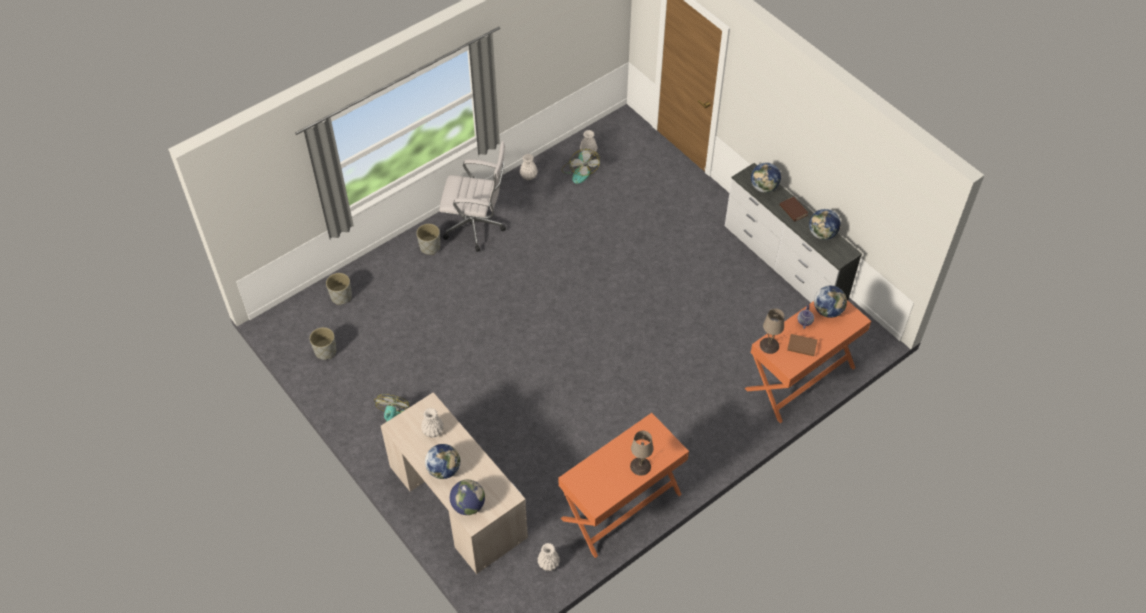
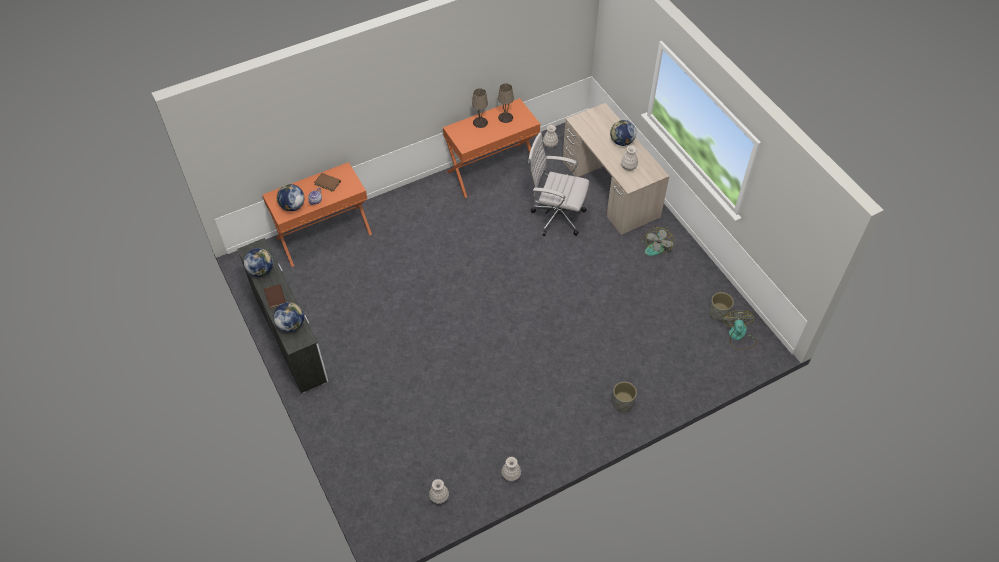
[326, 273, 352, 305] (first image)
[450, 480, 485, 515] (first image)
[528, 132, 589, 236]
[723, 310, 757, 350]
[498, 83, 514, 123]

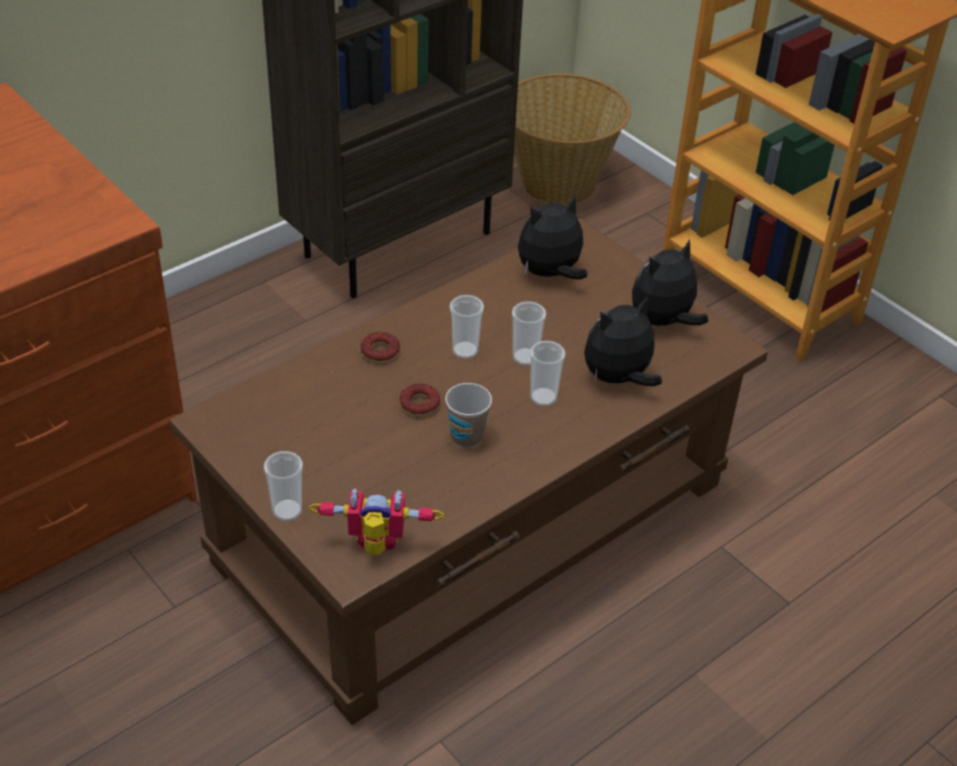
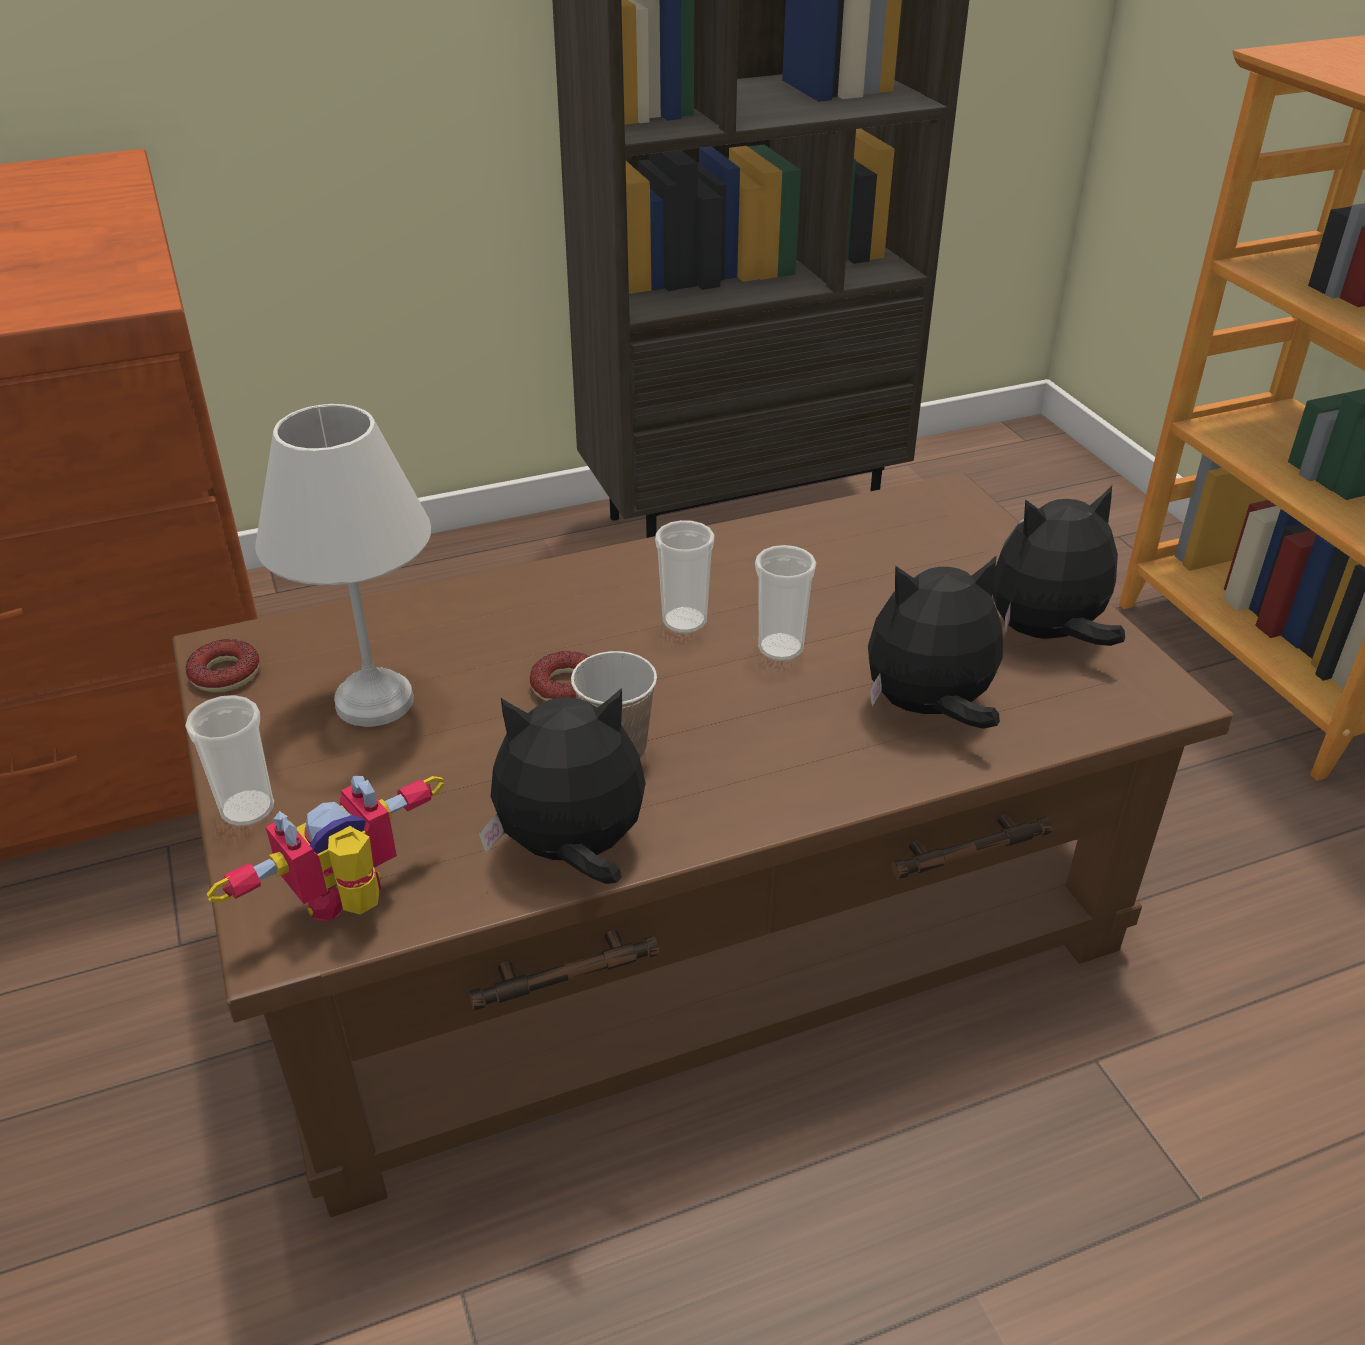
[514, 73, 630, 206] (first image)
[530, 341, 566, 406] (first image)
[255, 404, 431, 727]
[186, 639, 259, 692]
[479, 688, 646, 884]
[207, 776, 444, 921]

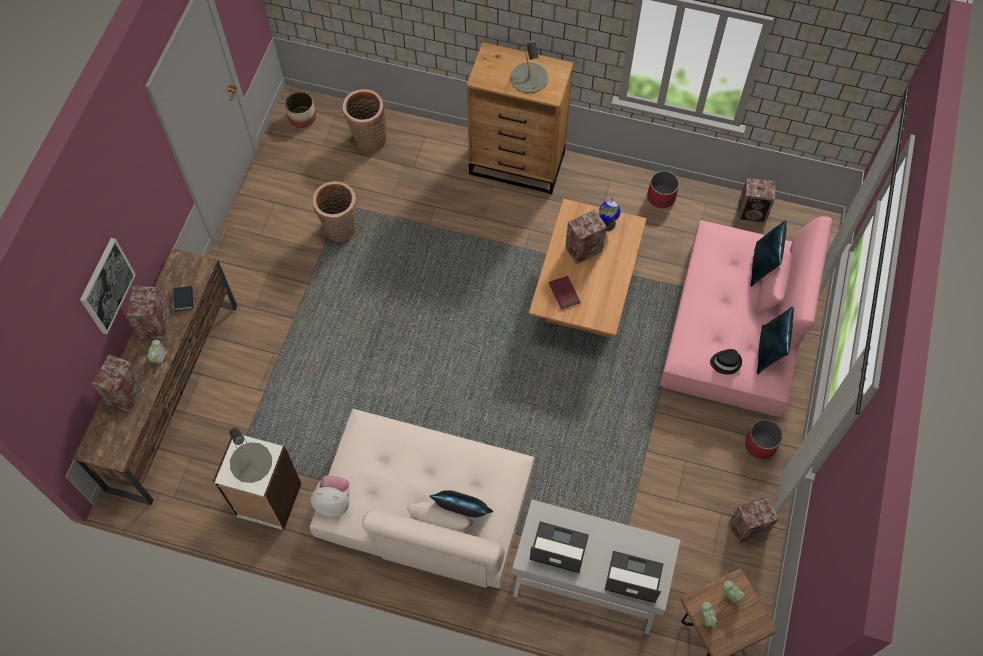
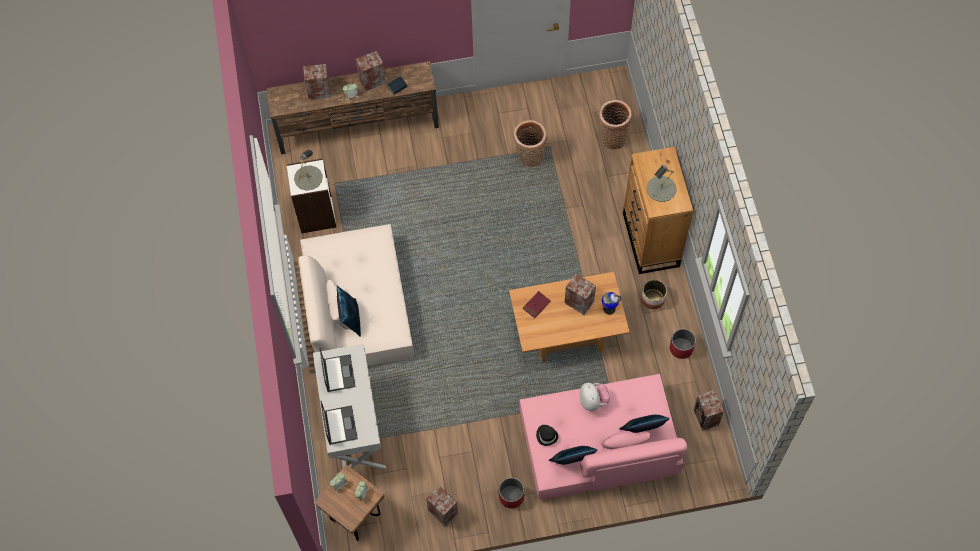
[80, 238, 136, 334] (first image)
[641, 280, 667, 309]
[579, 383, 610, 411]

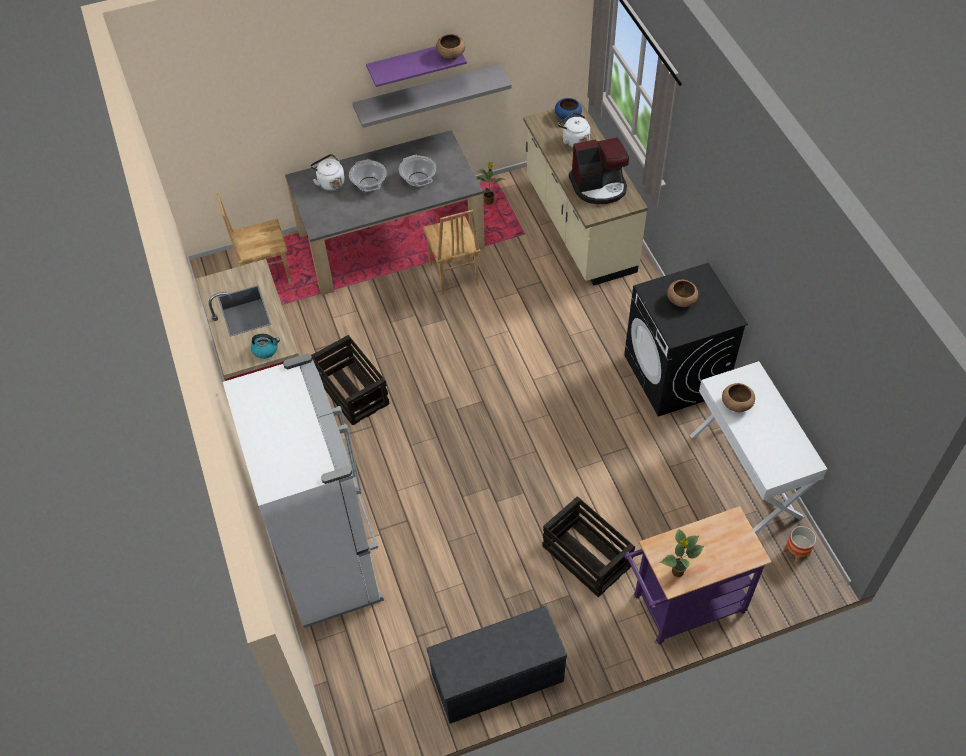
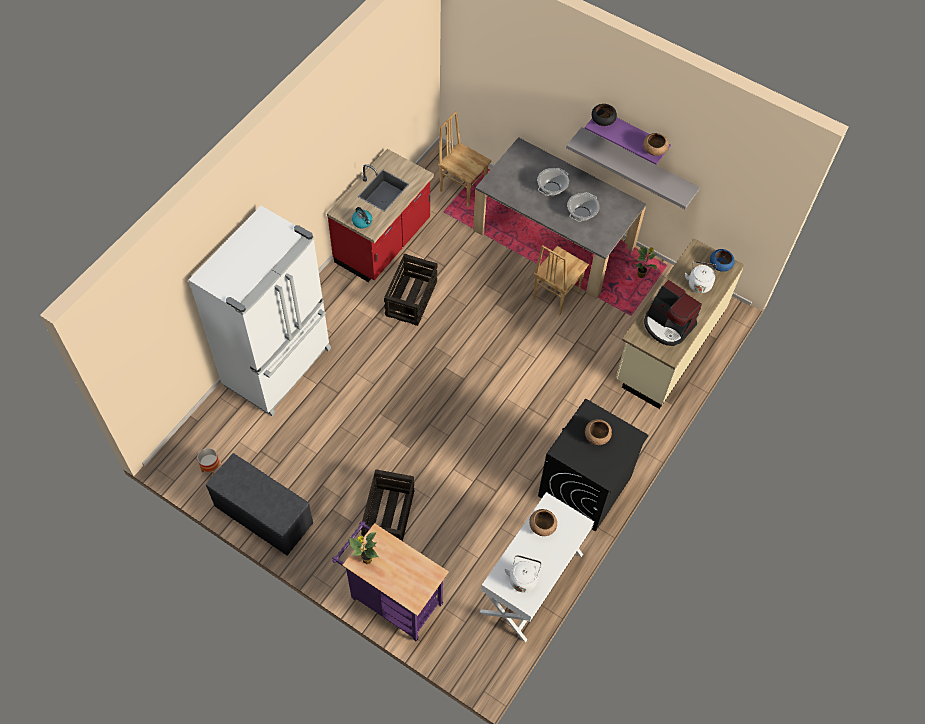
[592, 104, 617, 126]
[504, 555, 542, 592]
[197, 448, 222, 475]

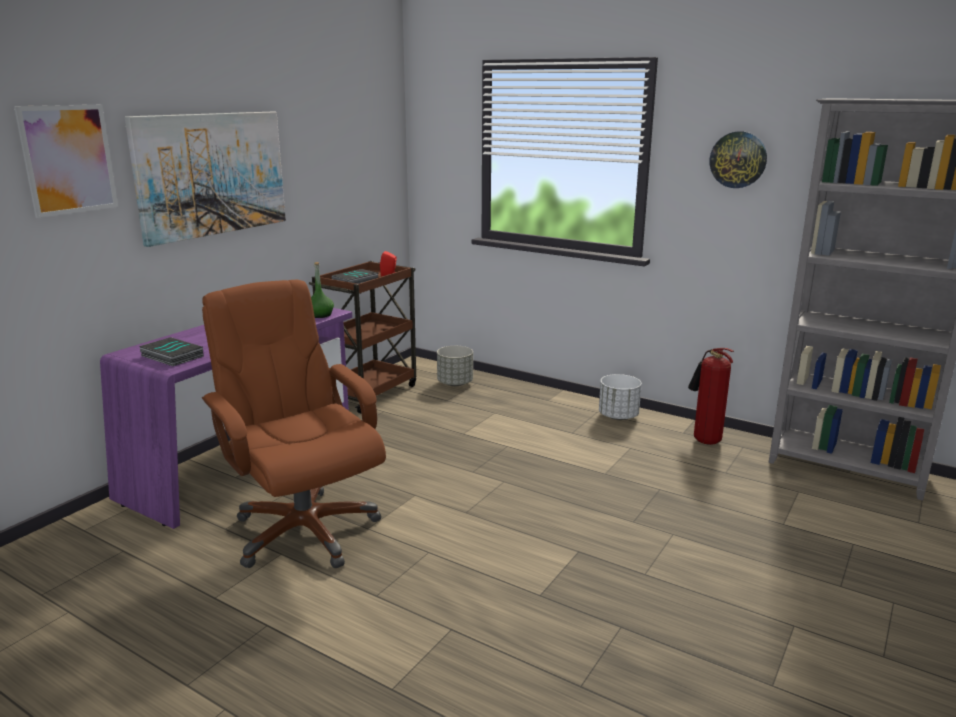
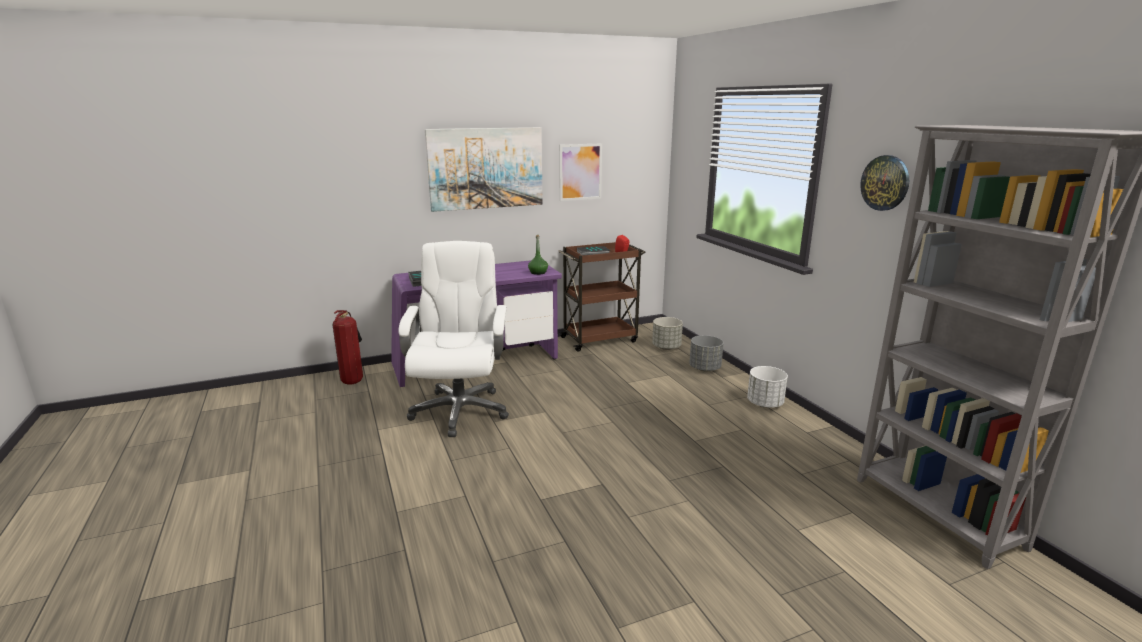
[689, 335, 724, 372]
[559, 143, 602, 201]
[333, 310, 363, 385]
[398, 241, 509, 437]

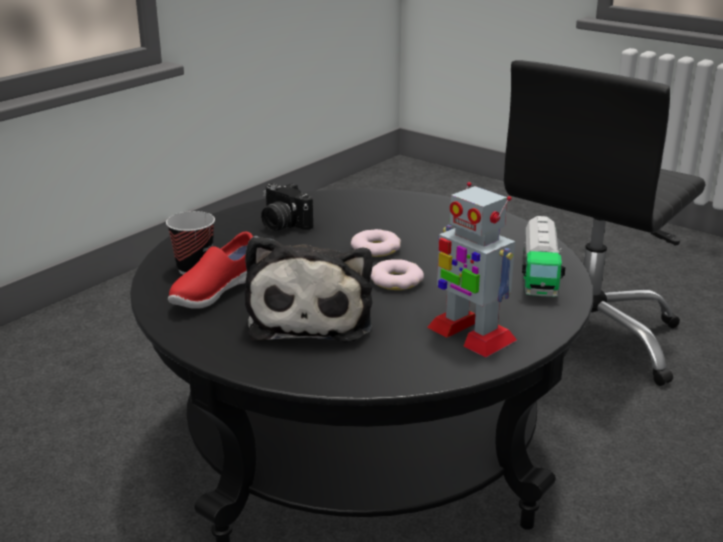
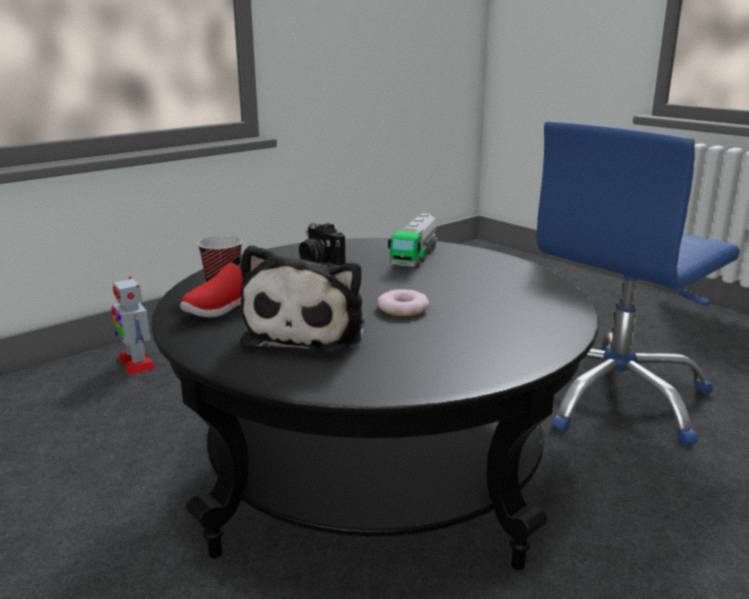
[351, 229, 401, 257] (first image)
[111, 277, 157, 375]
[388, 213, 438, 268]
[536, 121, 740, 446]

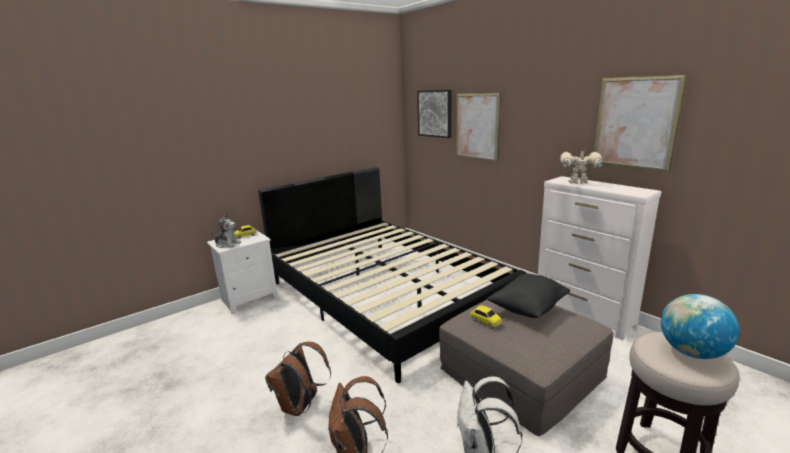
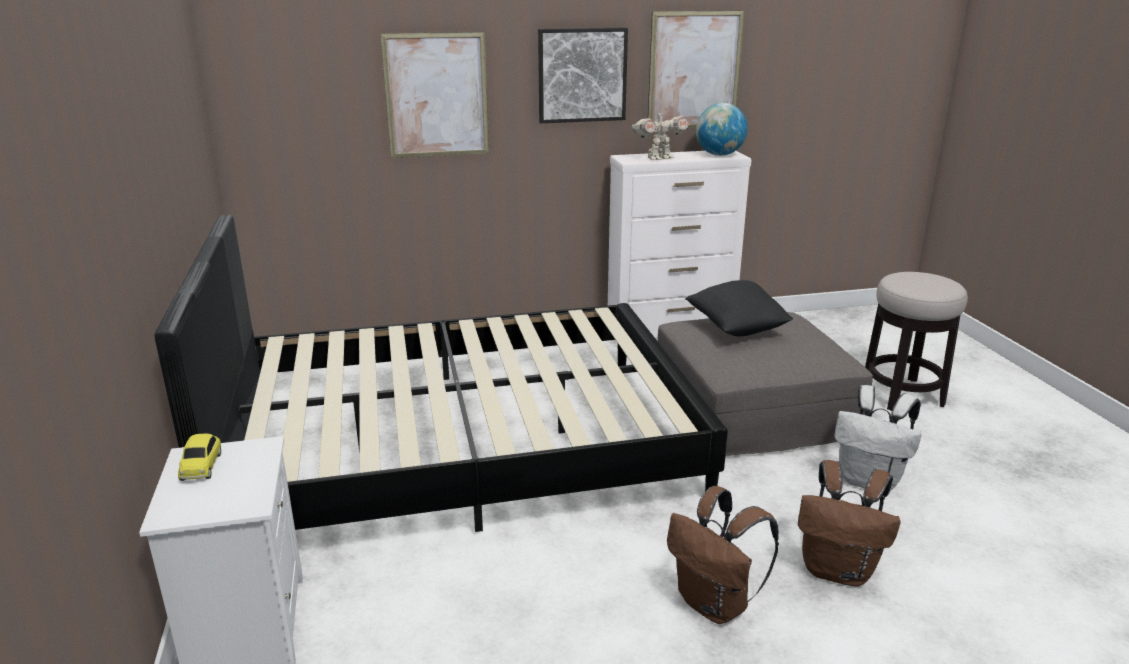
[211, 214, 241, 248] (first image)
[470, 305, 502, 329] (first image)
[538, 28, 628, 123]
[696, 103, 748, 156]
[632, 109, 689, 160]

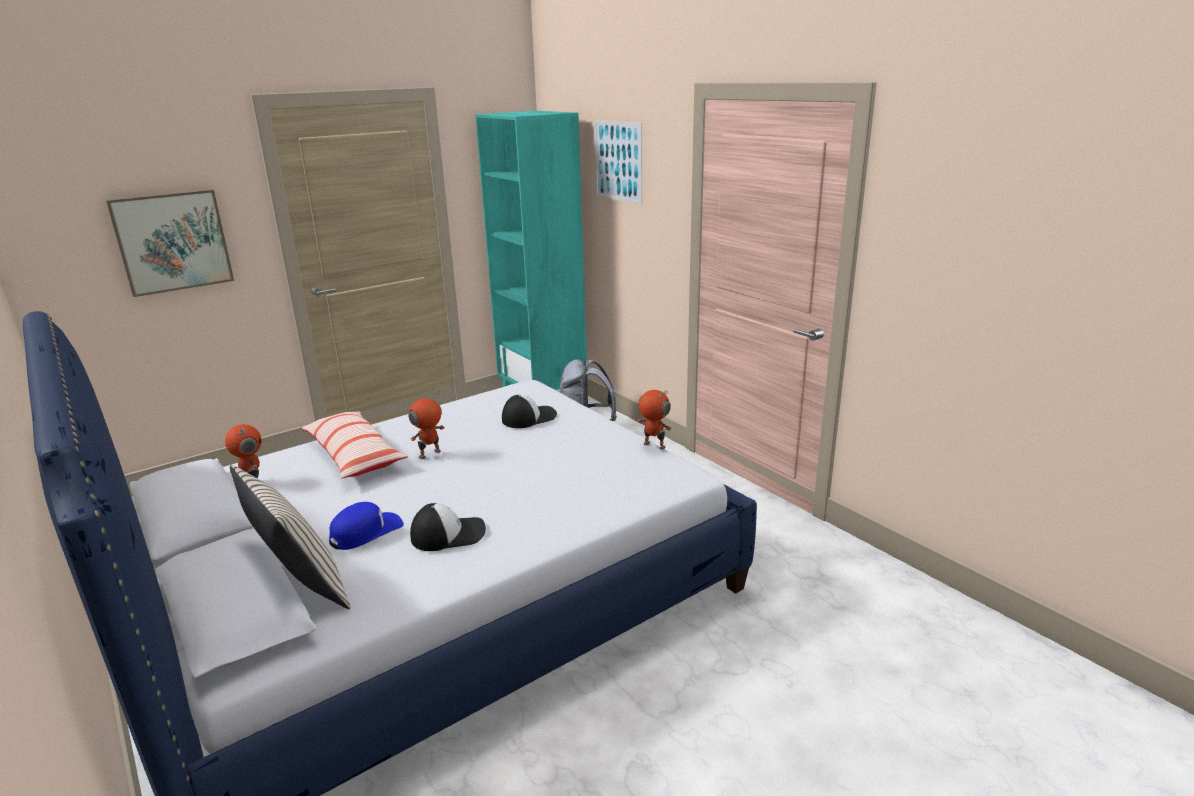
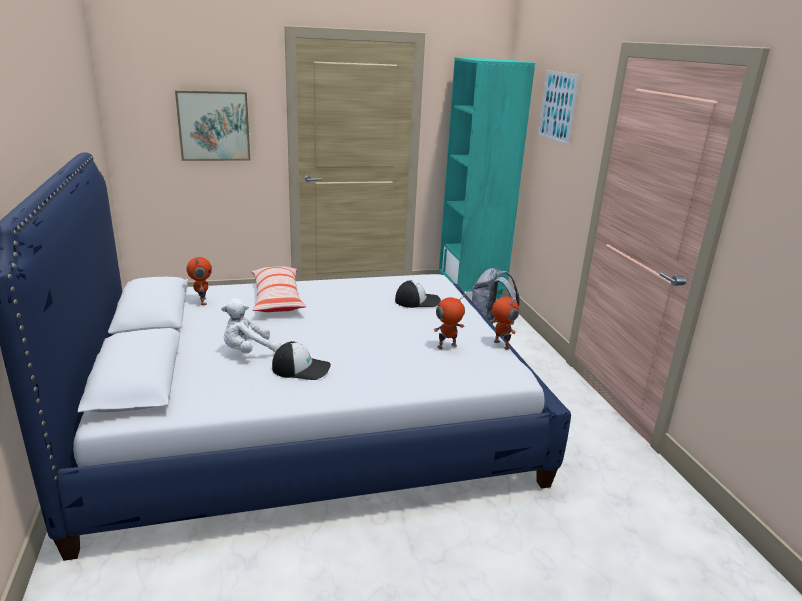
[230, 465, 350, 609] (first image)
[434, 294, 466, 349]
[221, 298, 281, 354]

